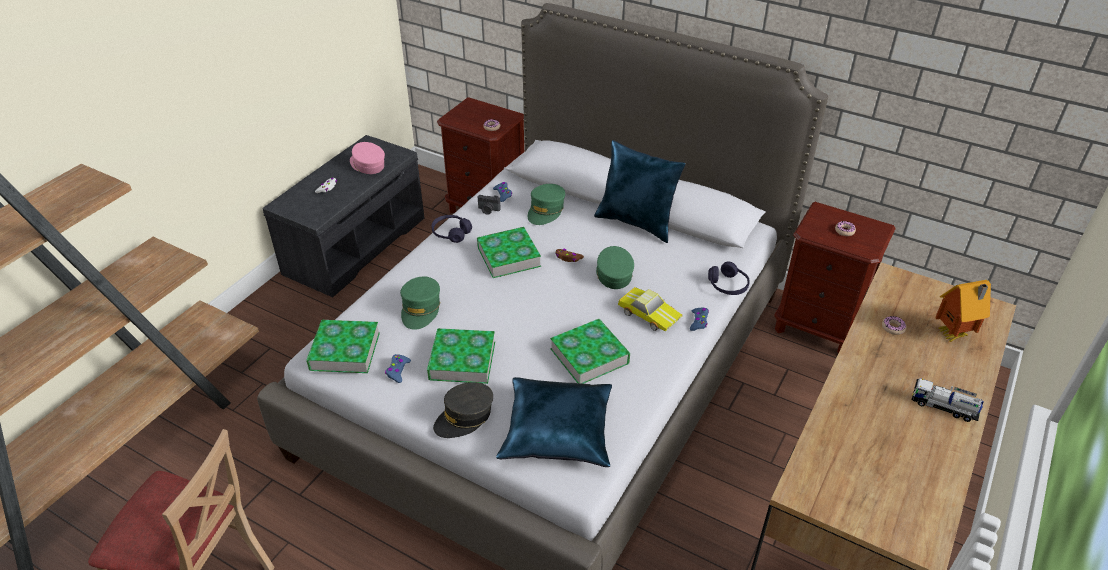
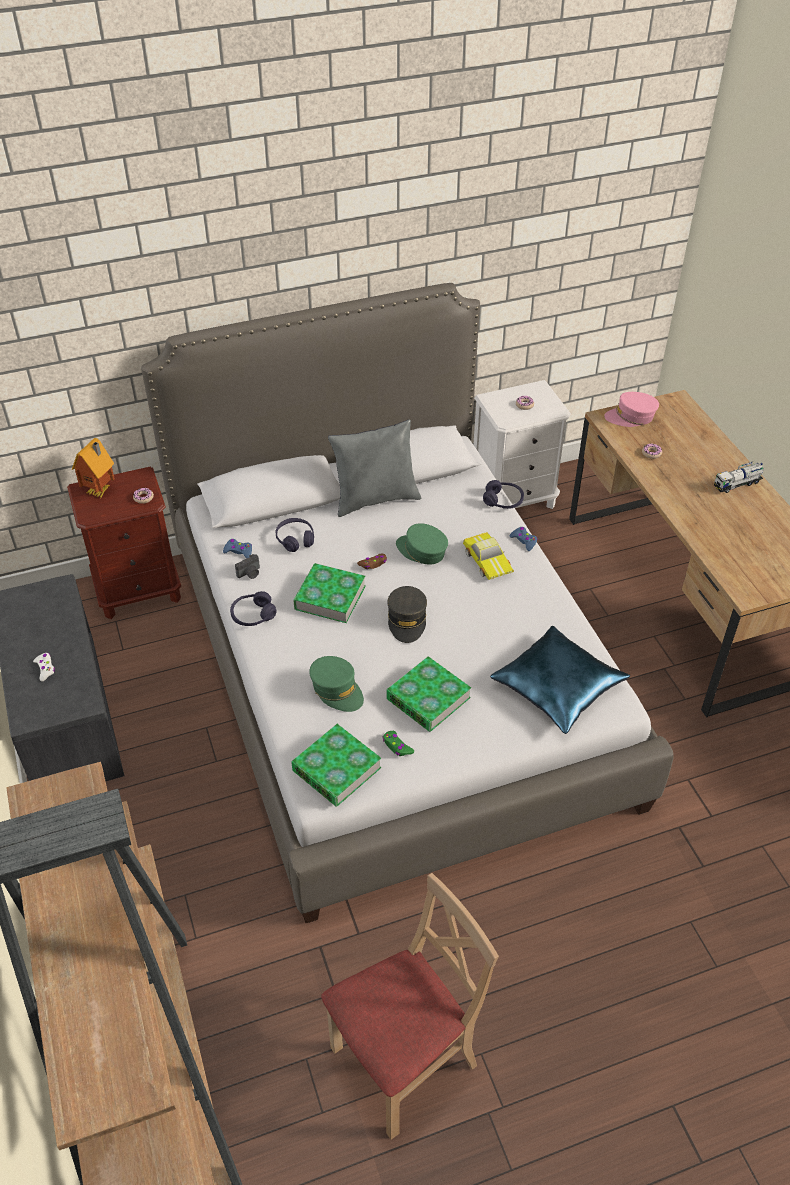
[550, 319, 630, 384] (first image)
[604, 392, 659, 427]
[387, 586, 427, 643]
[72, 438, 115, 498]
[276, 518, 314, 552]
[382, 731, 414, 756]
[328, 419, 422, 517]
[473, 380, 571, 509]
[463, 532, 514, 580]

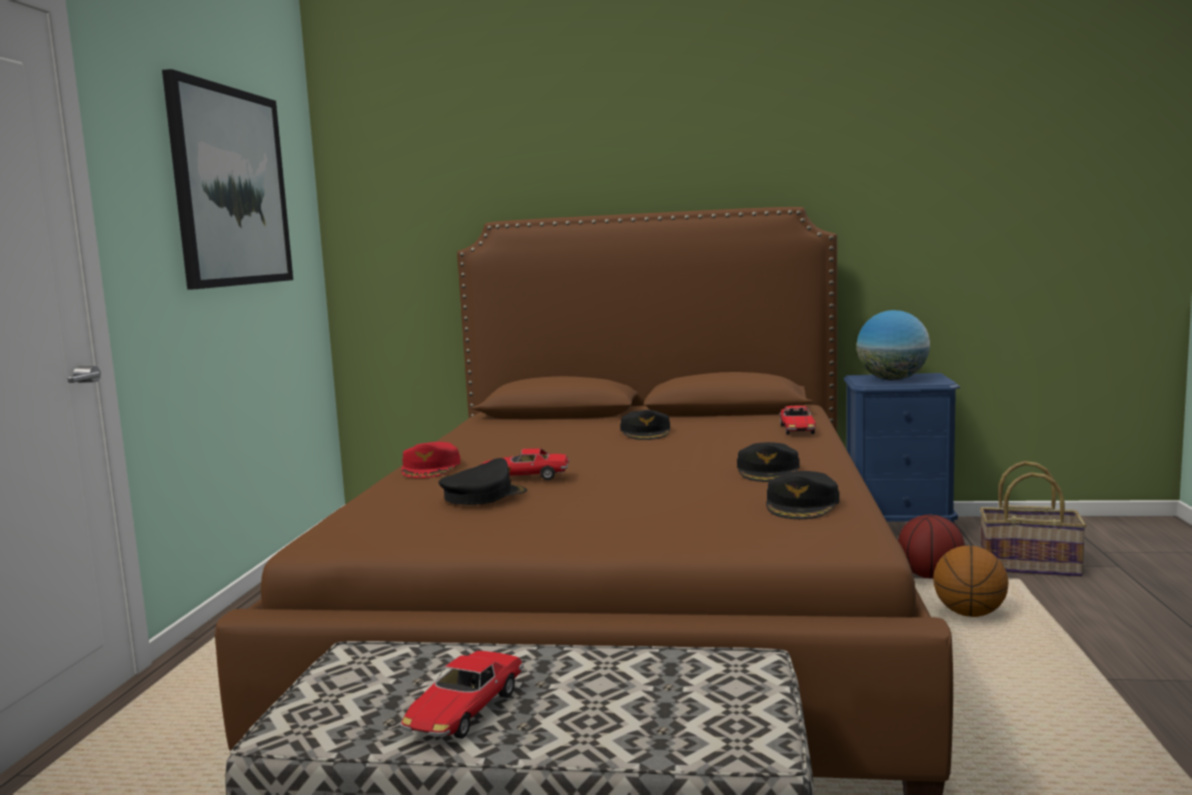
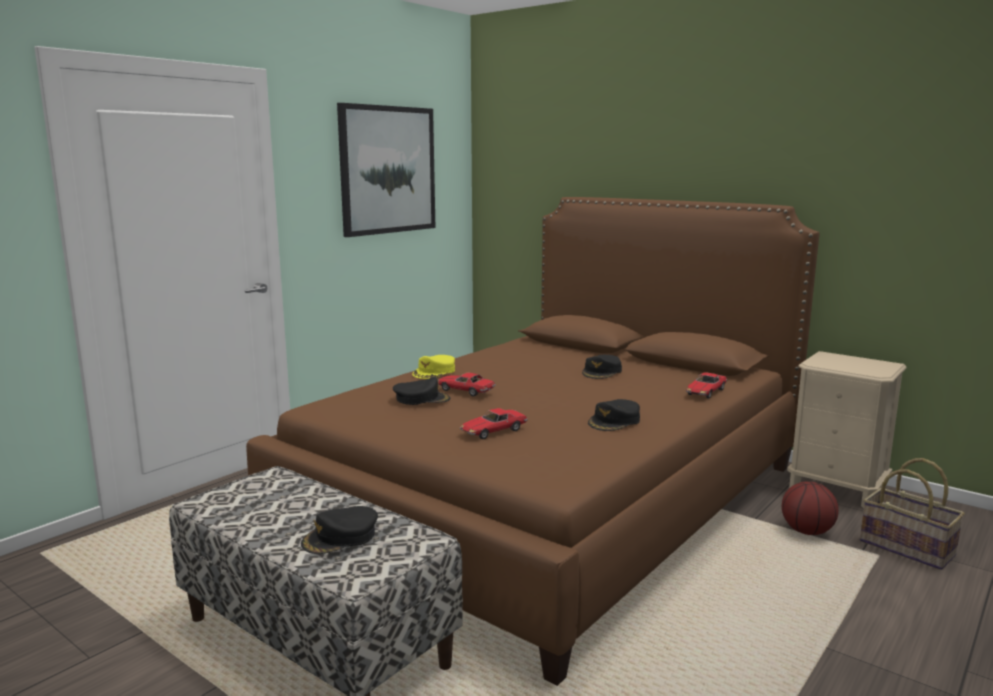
[857, 310, 930, 380] (first image)
[933, 546, 1008, 617] (first image)
[460, 408, 528, 439]
[301, 506, 378, 554]
[412, 355, 455, 379]
[787, 351, 907, 508]

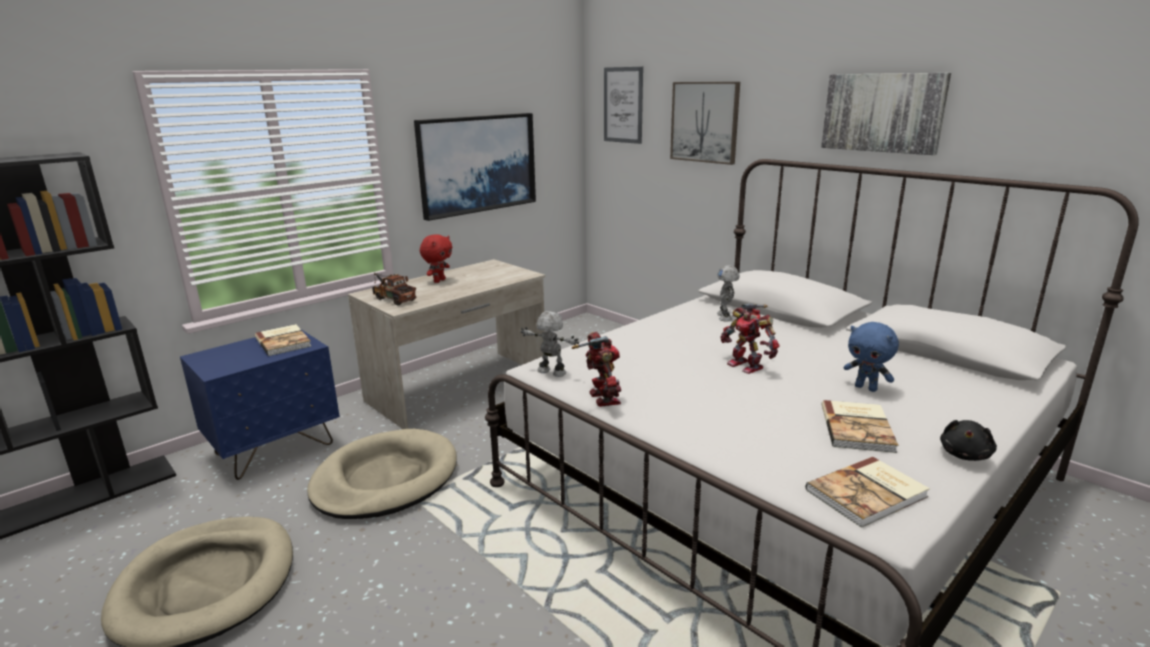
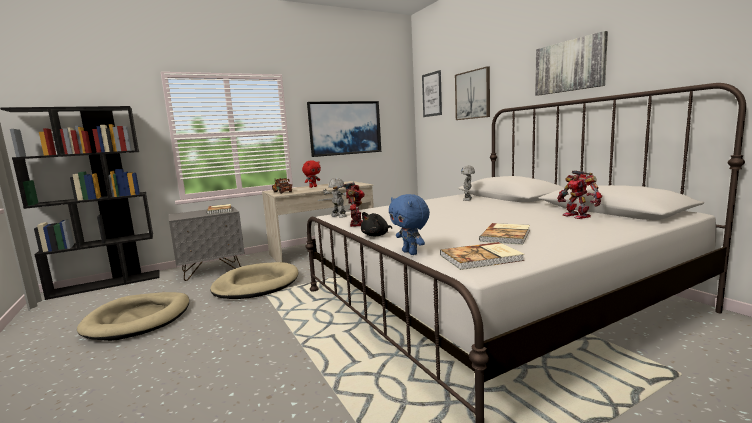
[557, 170, 602, 219]
[389, 194, 430, 255]
[361, 212, 392, 236]
[168, 206, 245, 281]

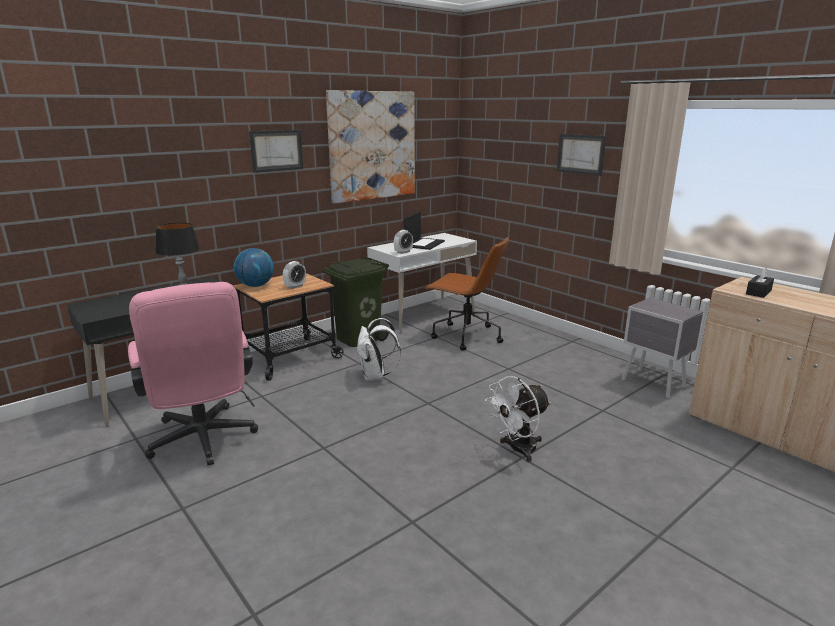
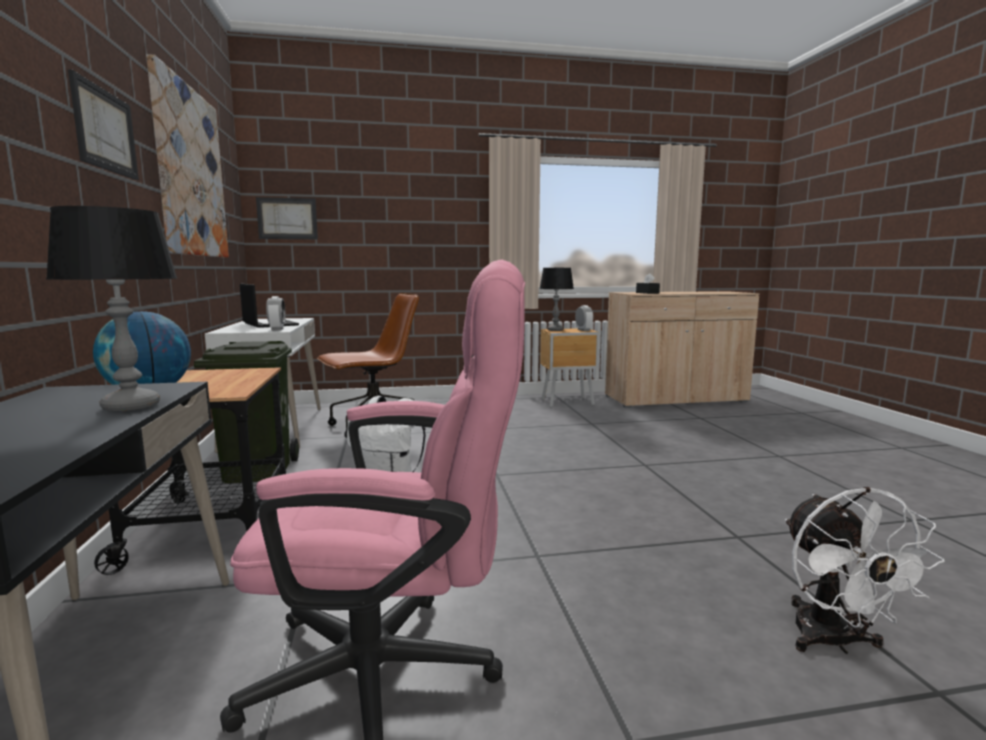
[539, 268, 574, 331]
[575, 305, 593, 331]
[785, 487, 945, 654]
[256, 197, 318, 239]
[540, 328, 600, 407]

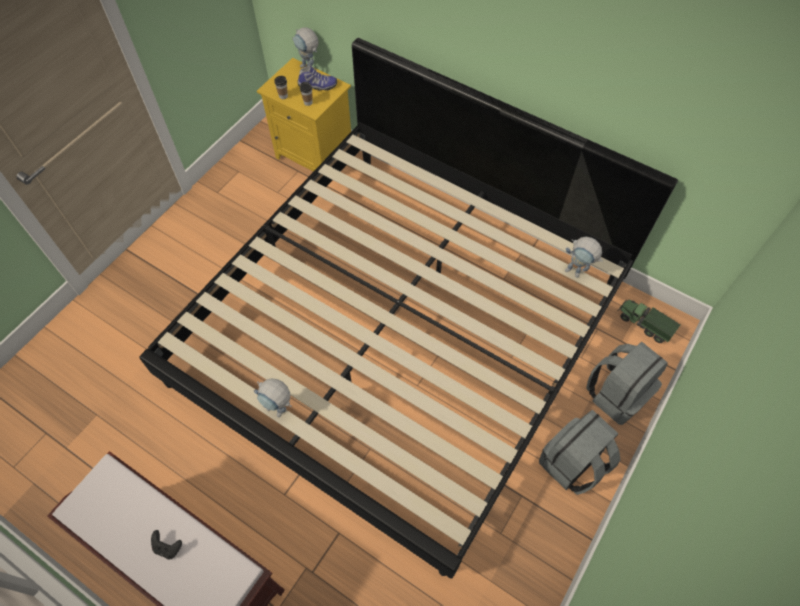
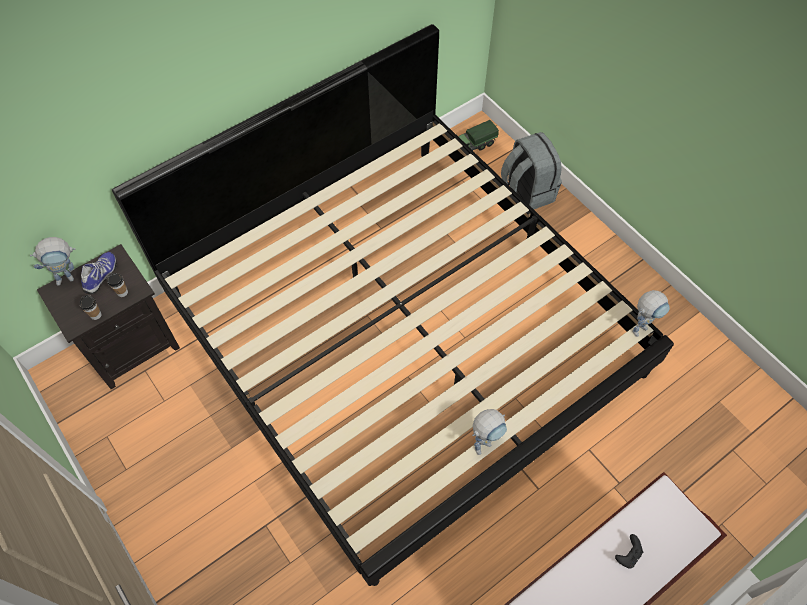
[539, 410, 620, 495] (first image)
[632, 290, 670, 337]
[37, 244, 180, 389]

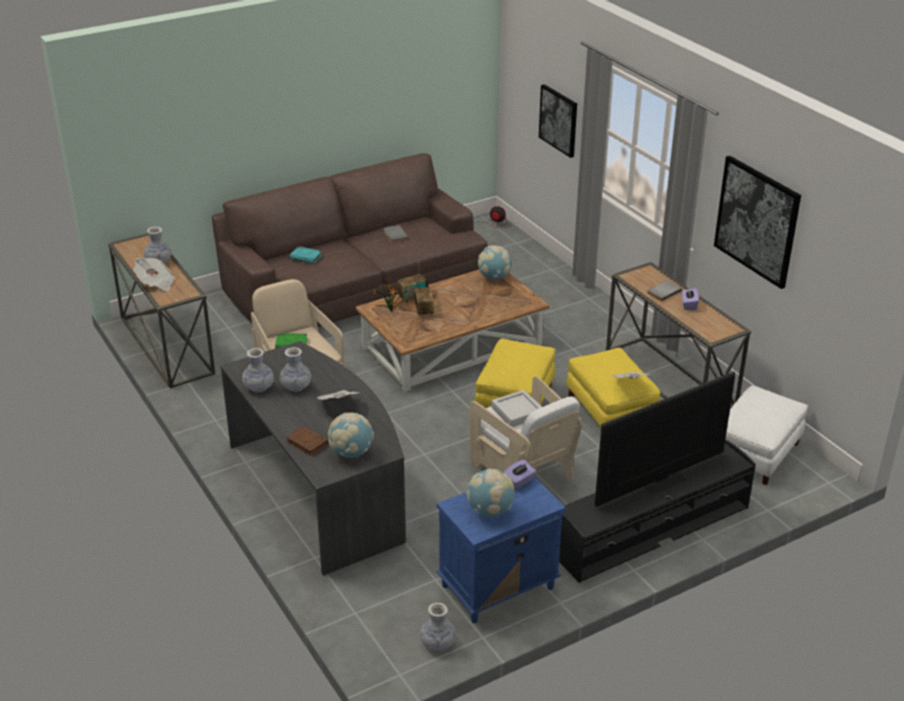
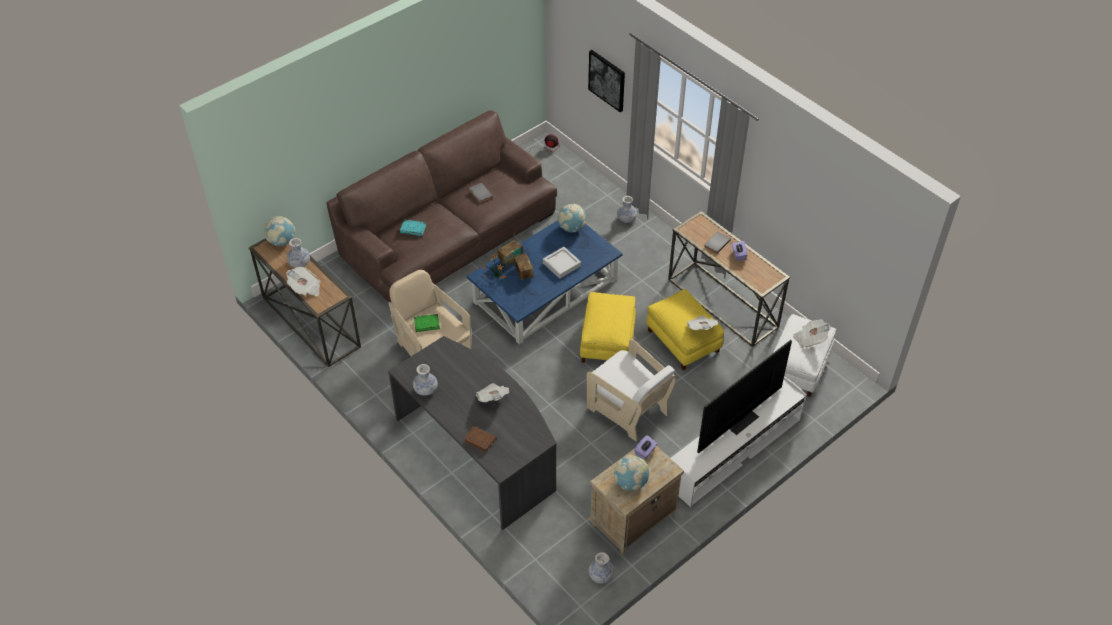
[714, 156, 801, 289] (first image)
[793, 319, 831, 348]
[617, 196, 637, 223]
[264, 216, 295, 246]
[543, 247, 581, 279]
[467, 220, 623, 345]
[588, 446, 684, 554]
[671, 376, 807, 507]

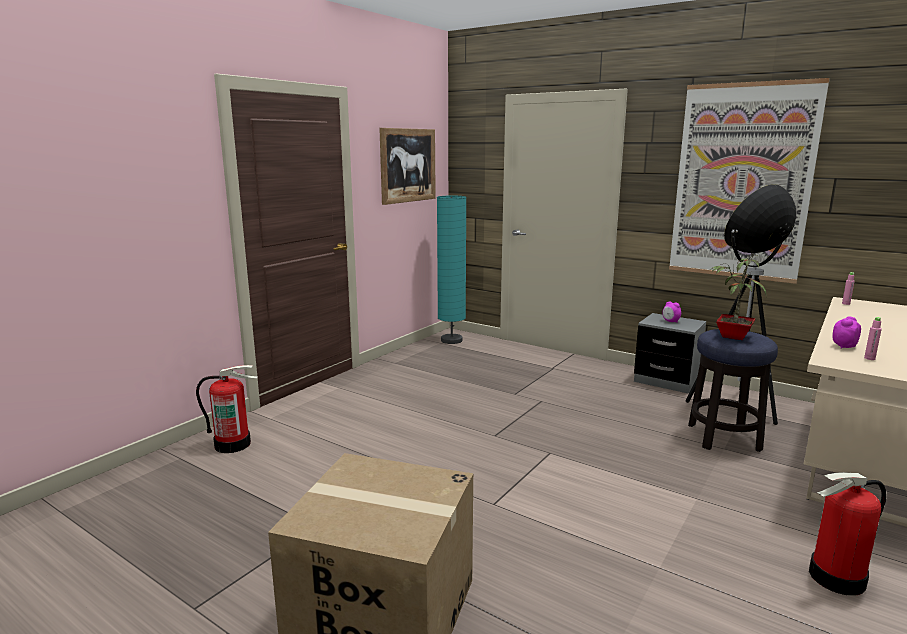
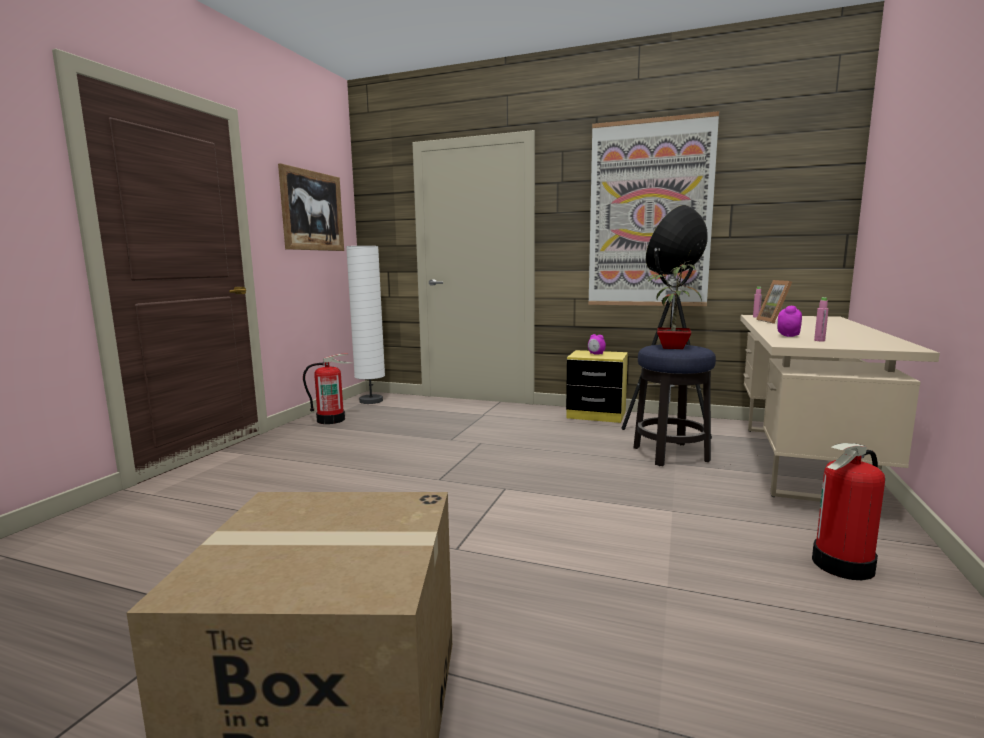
[756, 280, 792, 324]
[303, 354, 352, 424]
[346, 246, 385, 404]
[566, 350, 628, 423]

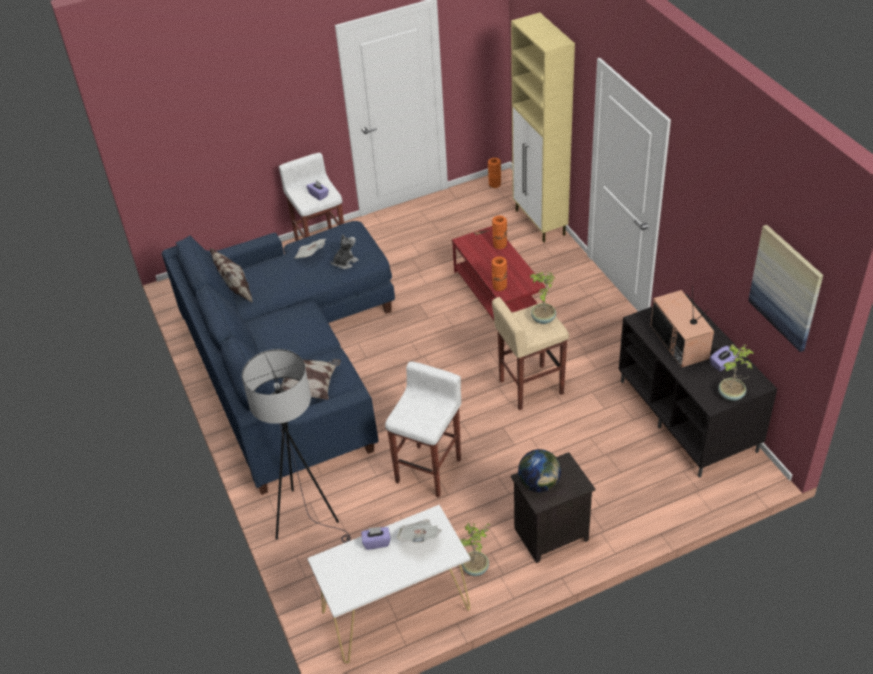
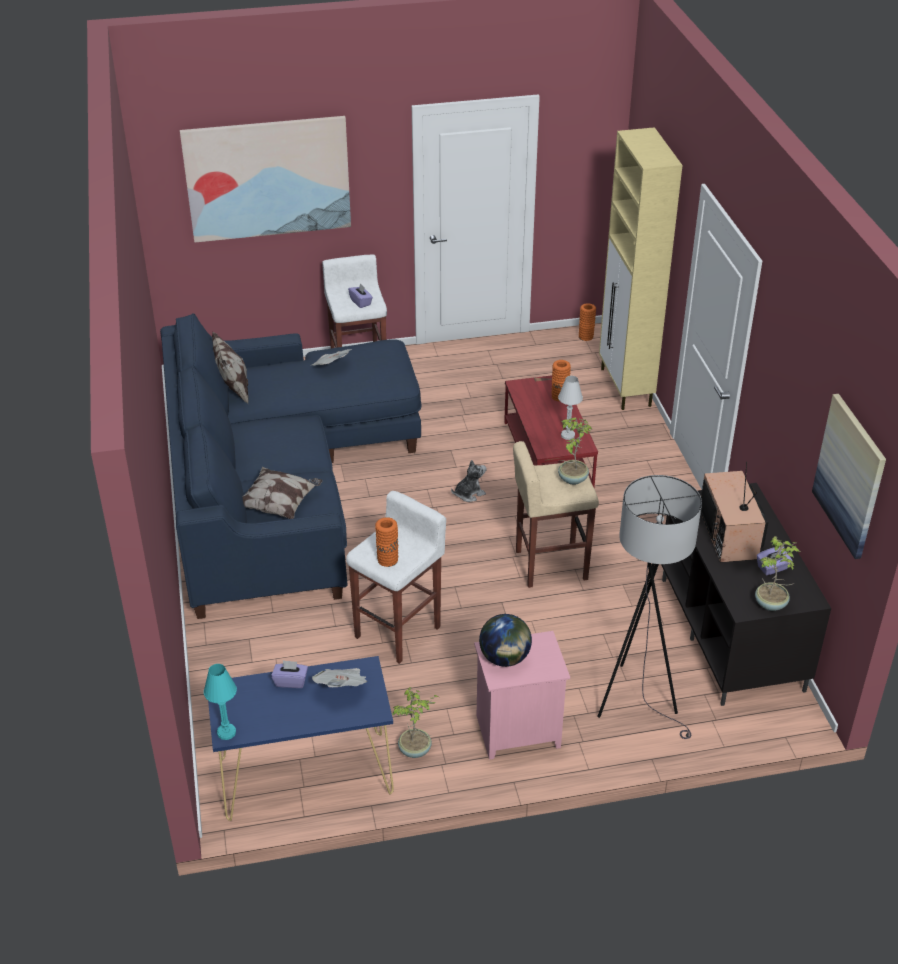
[180, 116, 351, 242]
[204, 664, 237, 740]
[558, 376, 583, 440]
[597, 475, 702, 739]
[451, 460, 486, 502]
[375, 517, 398, 567]
[208, 656, 394, 821]
[474, 631, 570, 760]

